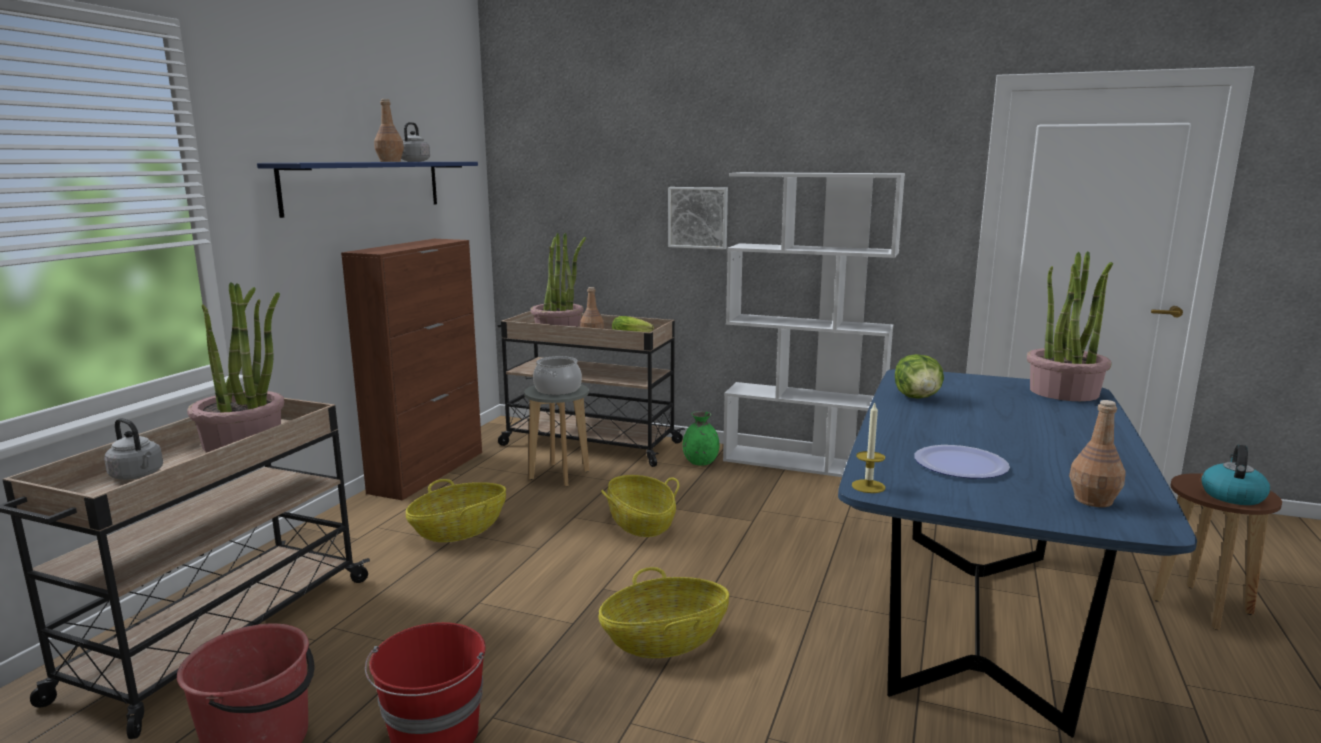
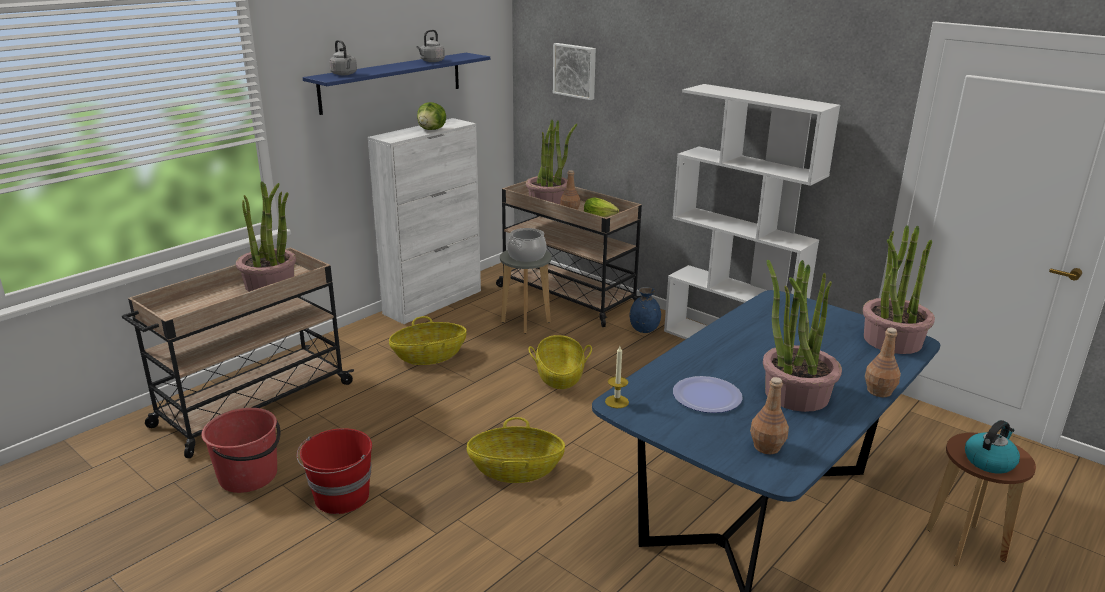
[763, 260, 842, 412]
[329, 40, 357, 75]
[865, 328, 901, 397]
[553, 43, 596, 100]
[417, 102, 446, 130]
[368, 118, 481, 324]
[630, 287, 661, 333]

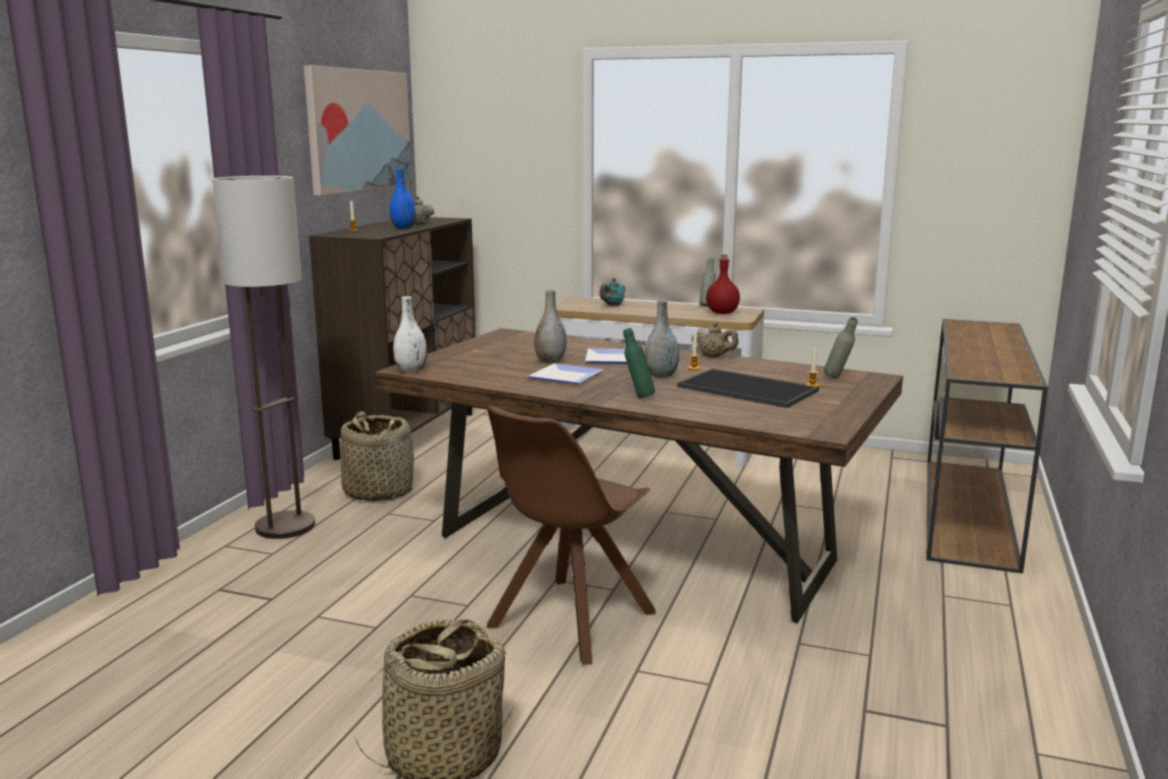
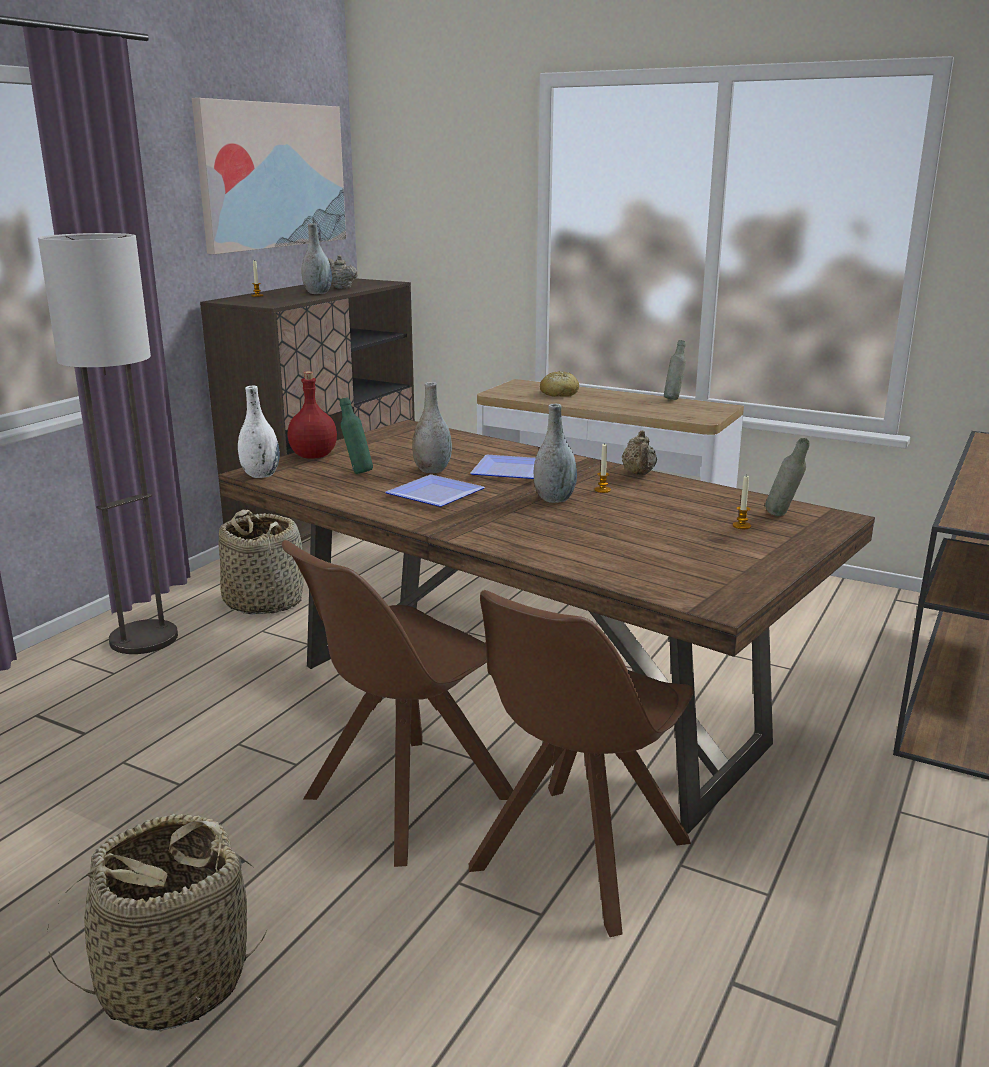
[677, 368, 819, 408] (first image)
[469, 590, 694, 937]
[340, 397, 373, 474]
[288, 371, 337, 459]
[540, 371, 579, 397]
[301, 223, 332, 294]
[621, 431, 657, 475]

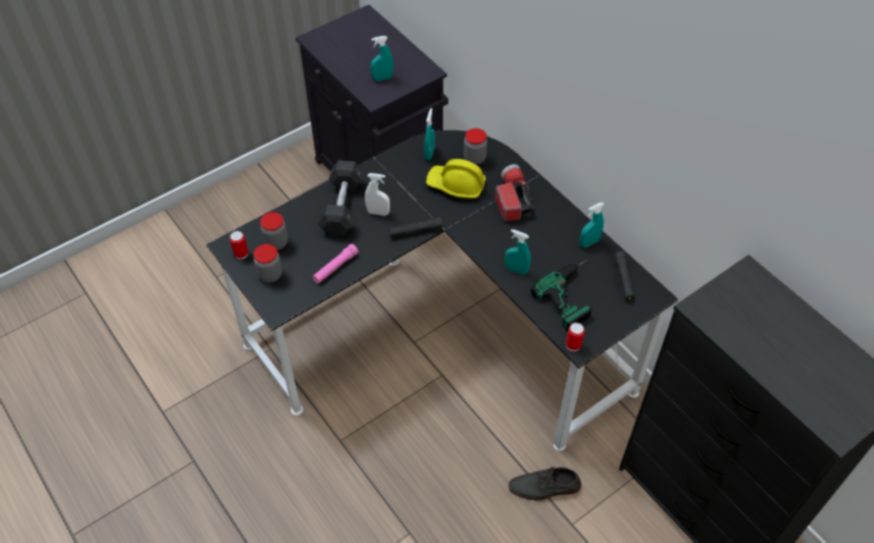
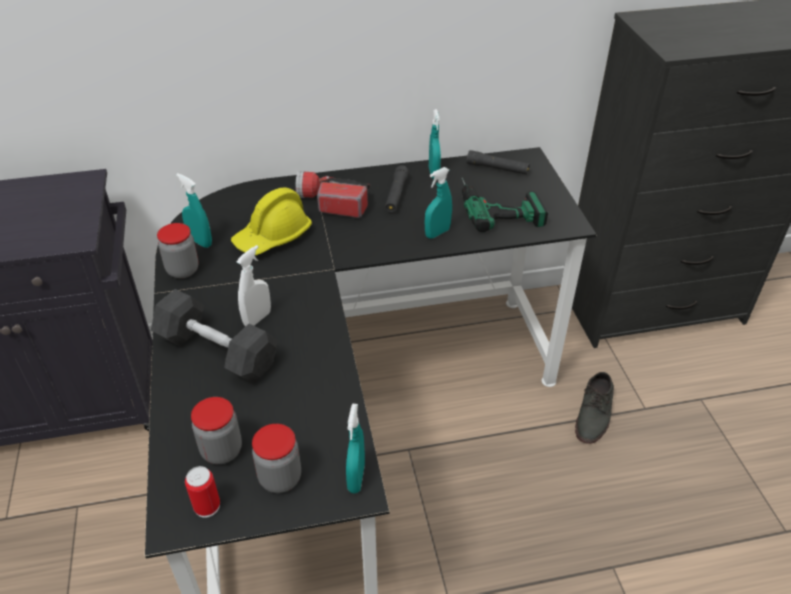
[312, 244, 359, 284] (first image)
[566, 323, 585, 351] (first image)
[346, 404, 365, 494]
[385, 166, 409, 213]
[157, 223, 199, 278]

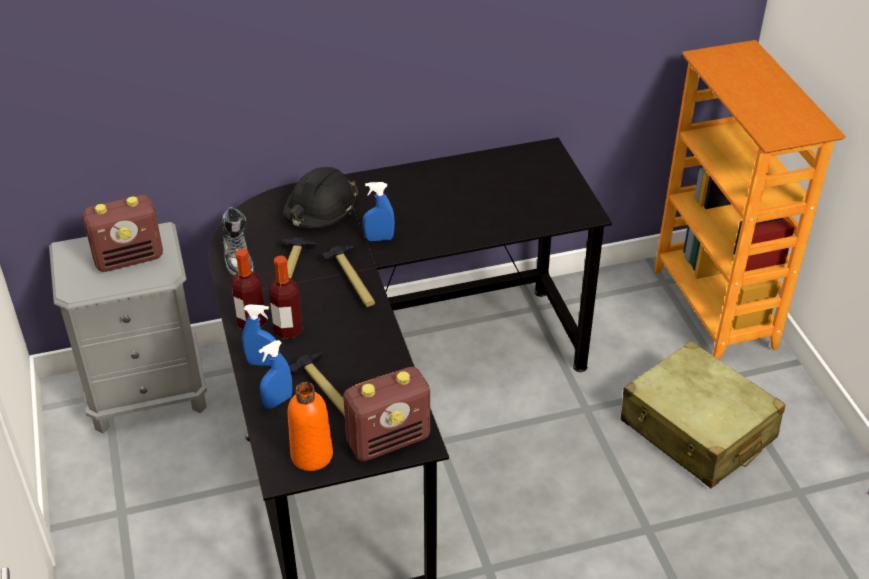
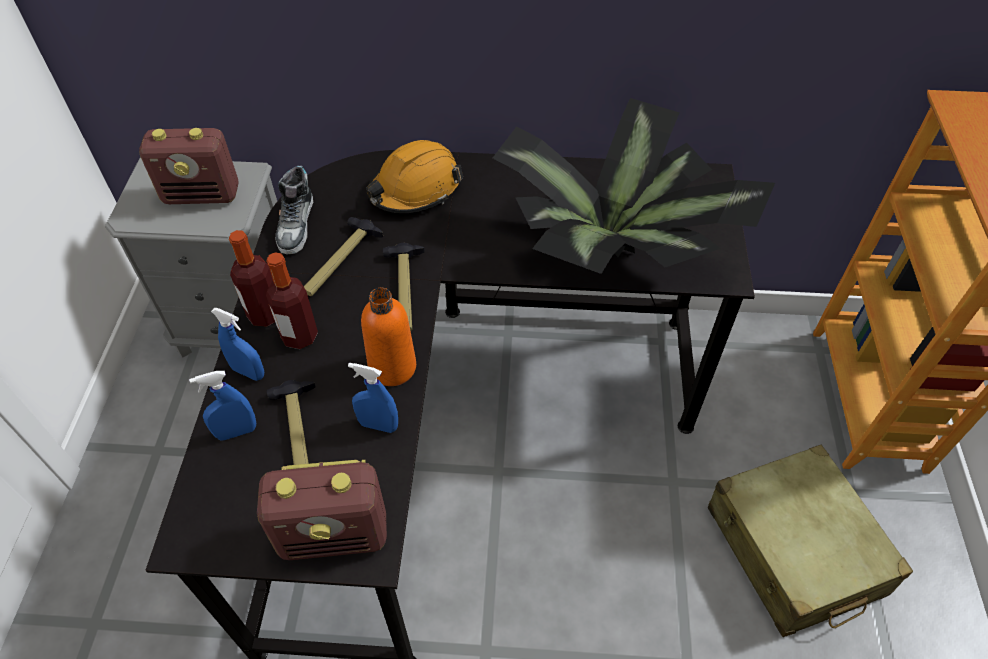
[493, 98, 775, 274]
[361, 288, 416, 386]
[348, 363, 398, 433]
[366, 140, 463, 213]

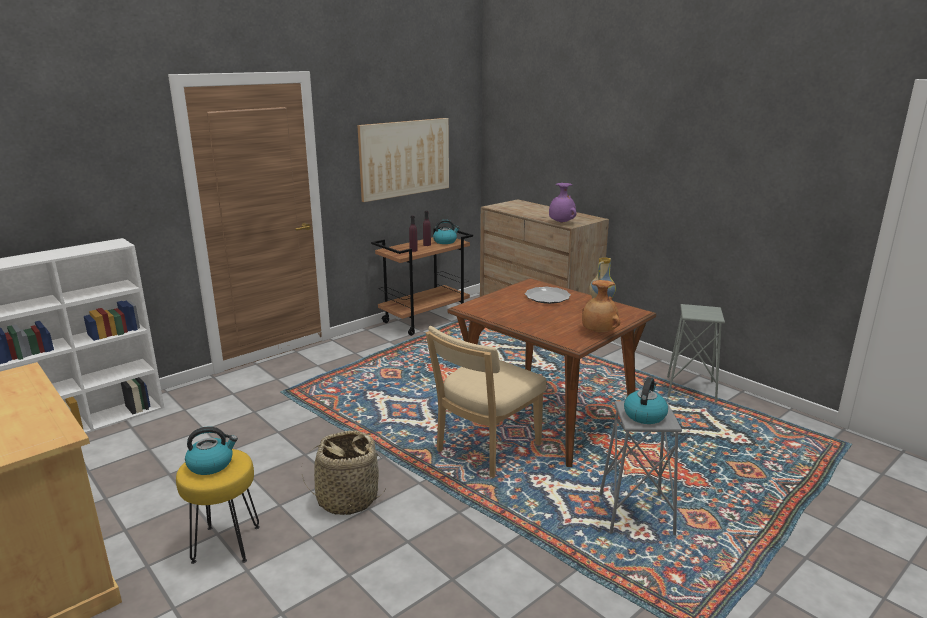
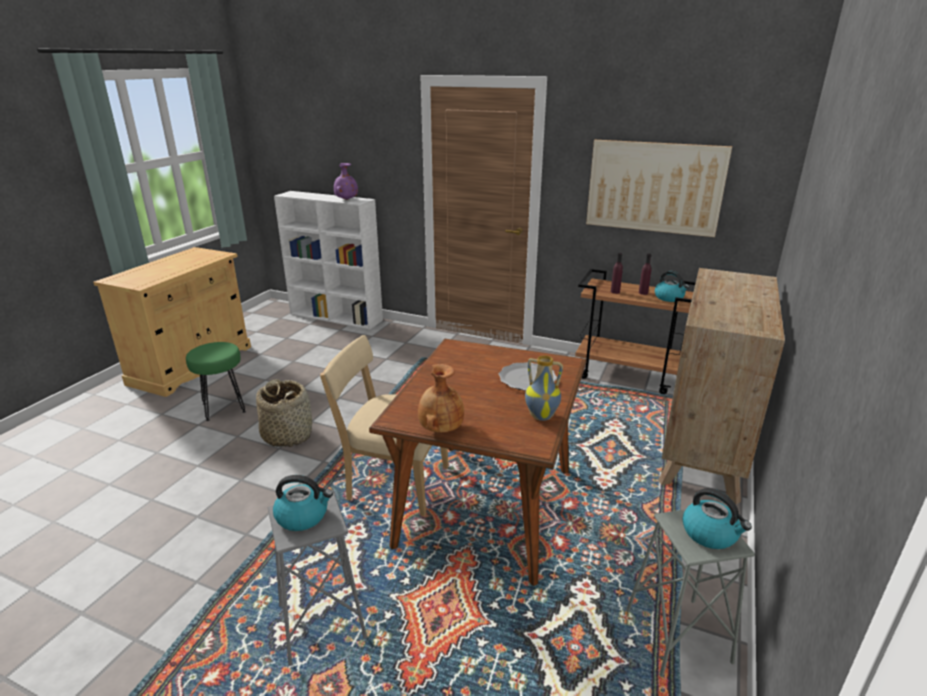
[683, 488, 752, 549]
[334, 163, 358, 200]
[186, 342, 246, 421]

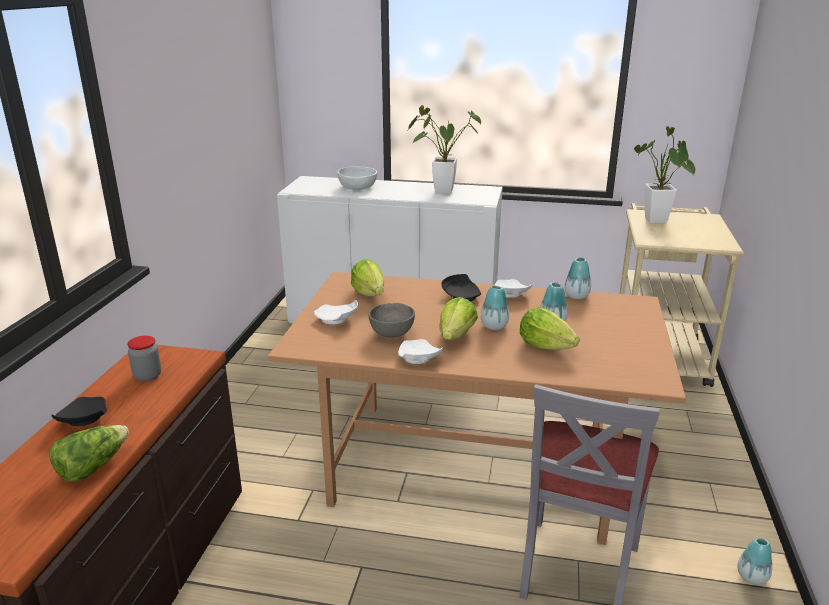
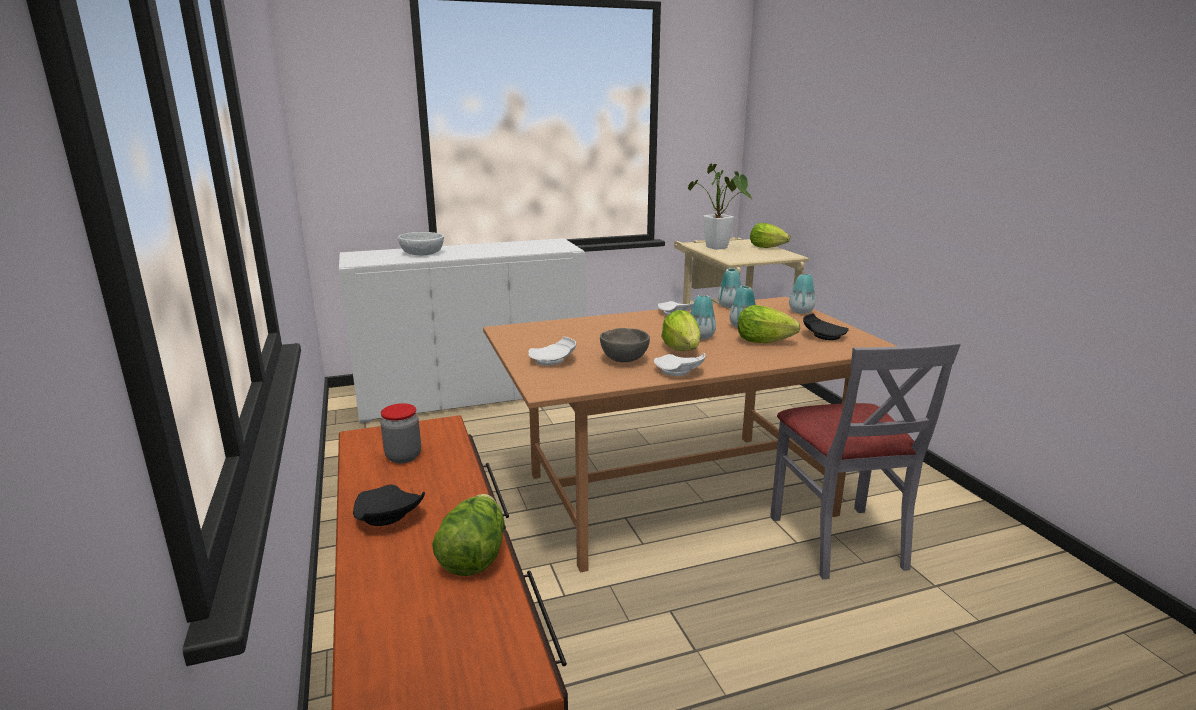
[408, 105, 481, 194] (first image)
[750, 223, 790, 248]
[803, 314, 849, 340]
[789, 274, 815, 314]

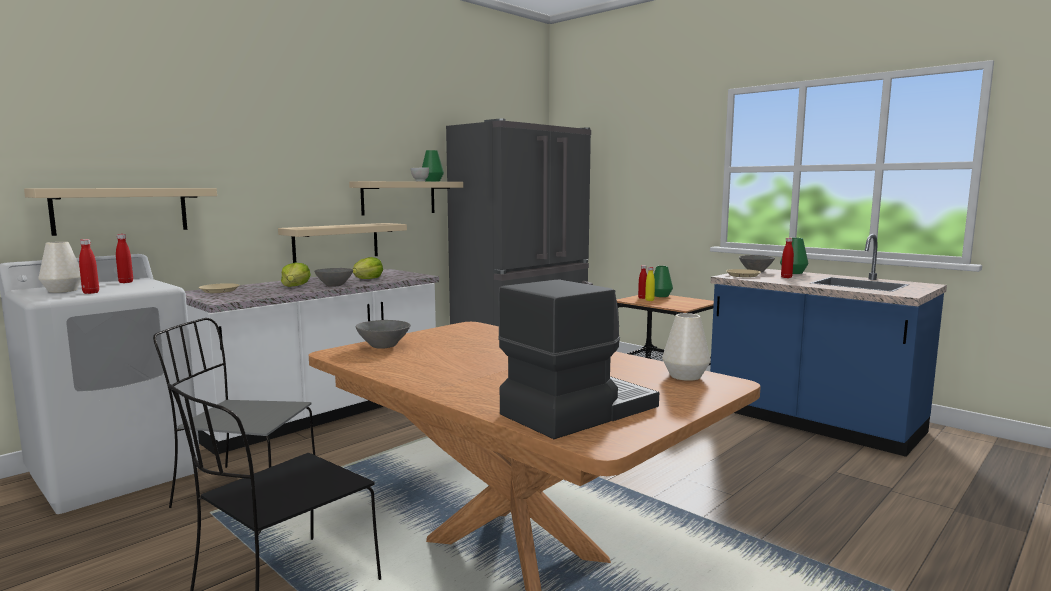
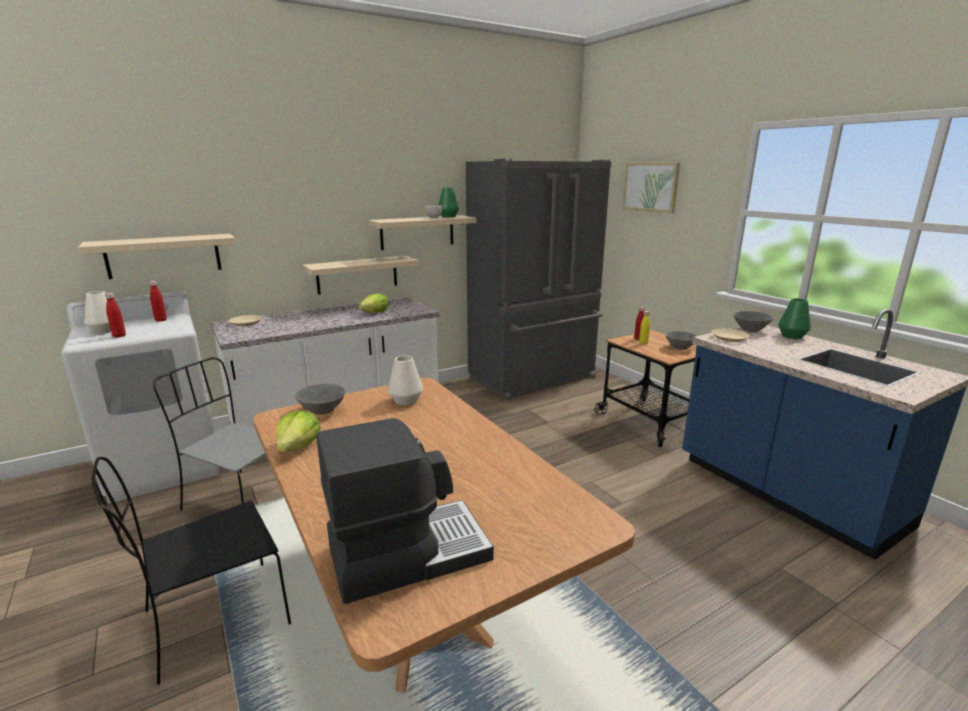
[654, 266, 673, 297] (first image)
[781, 238, 794, 278] (first image)
[622, 162, 680, 213]
[276, 411, 321, 452]
[665, 331, 697, 350]
[388, 356, 423, 406]

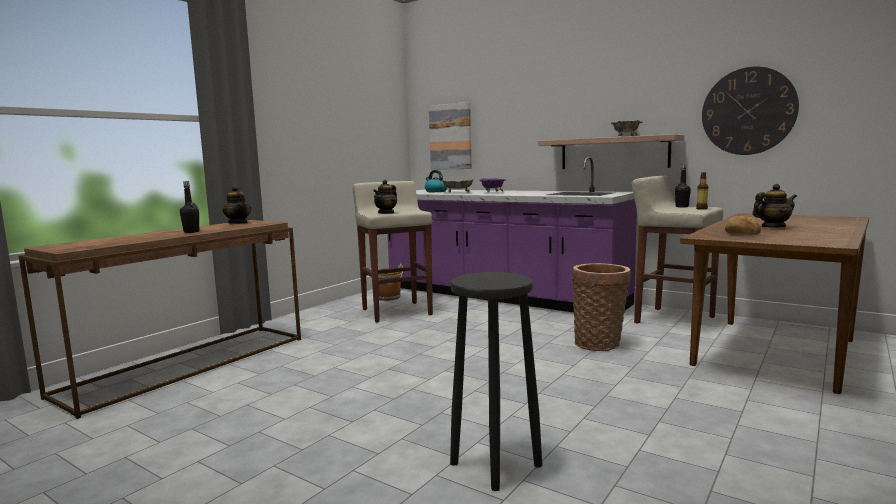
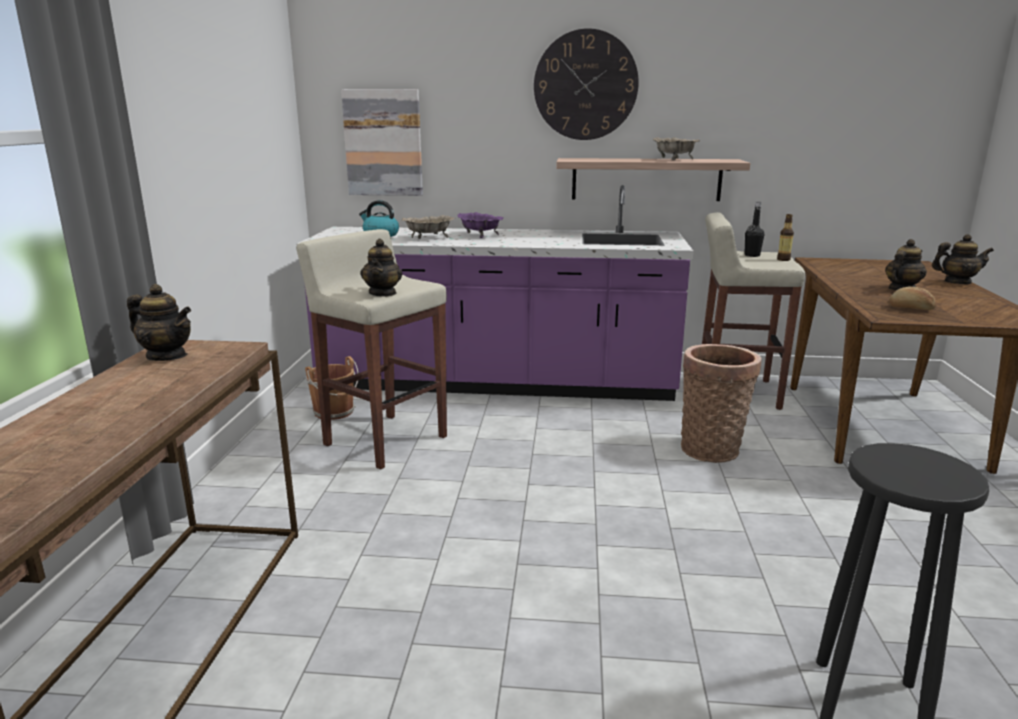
[180, 181, 199, 233] (first image)
[932, 234, 994, 284]
[534, 28, 639, 140]

